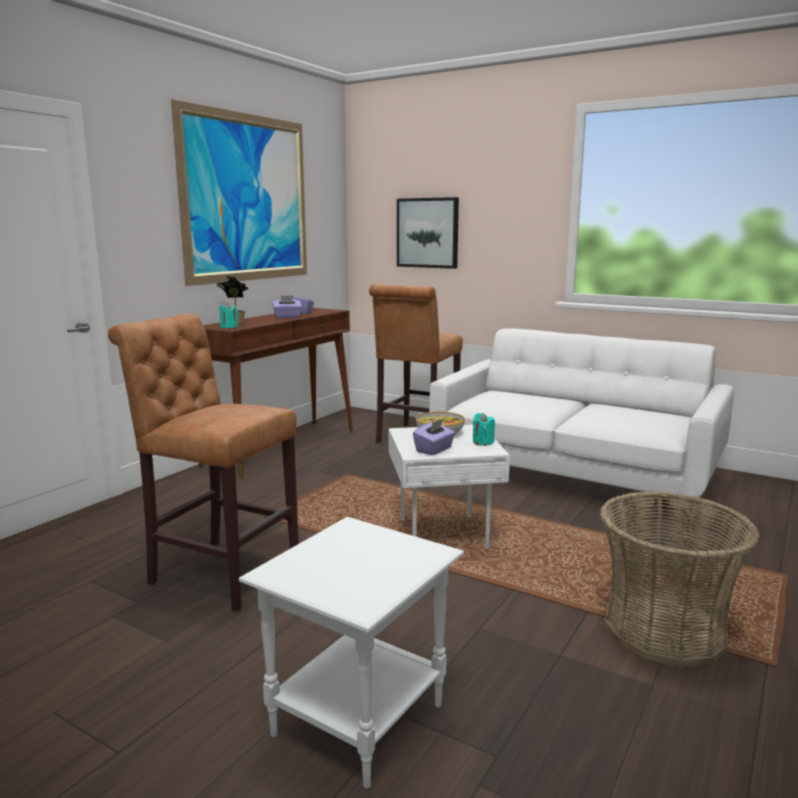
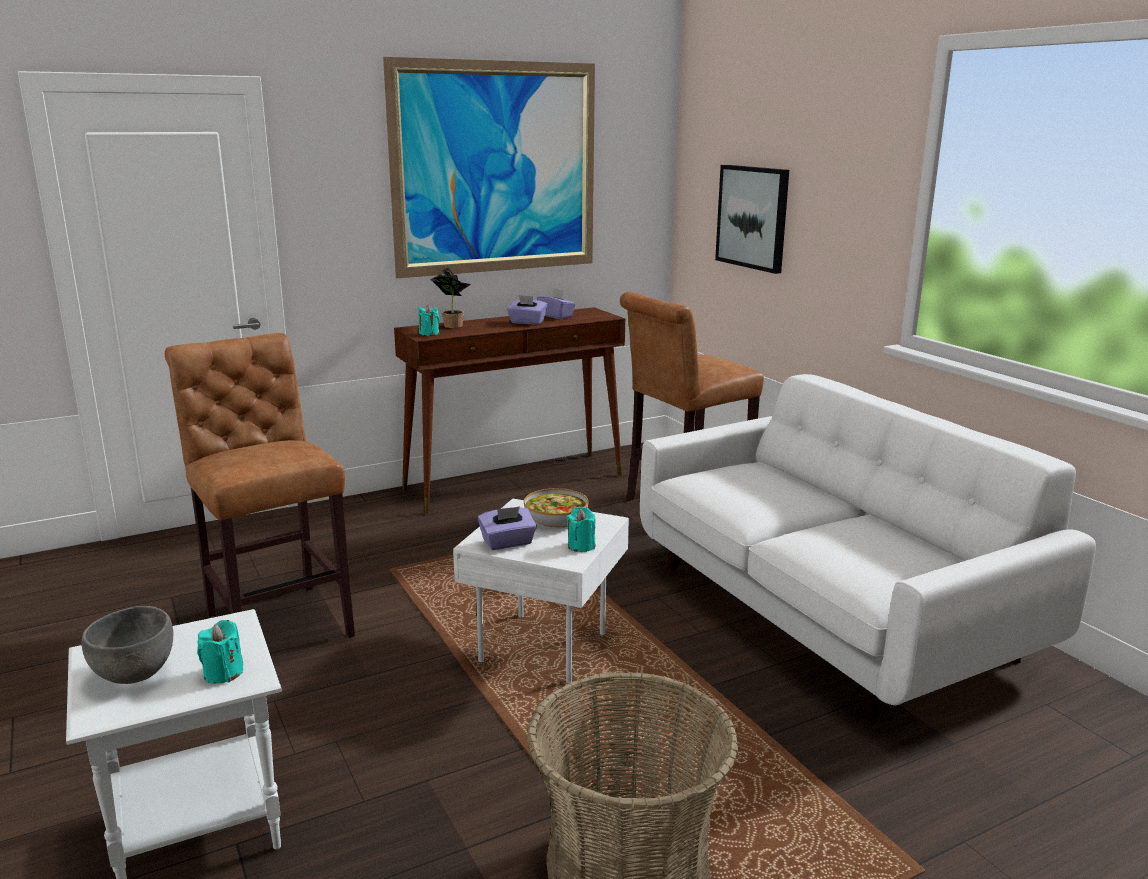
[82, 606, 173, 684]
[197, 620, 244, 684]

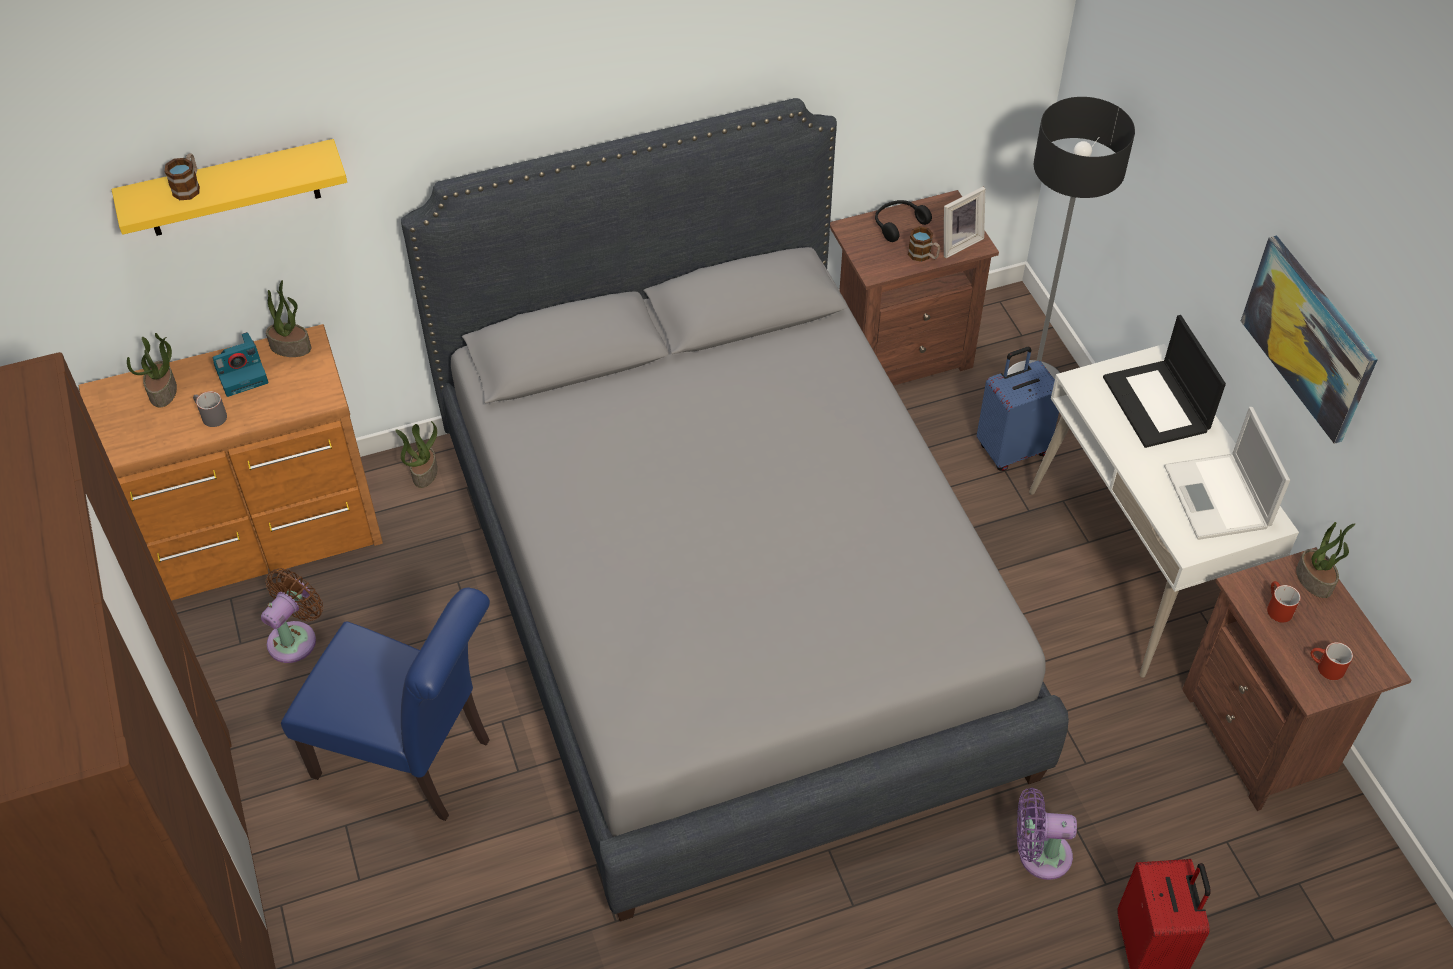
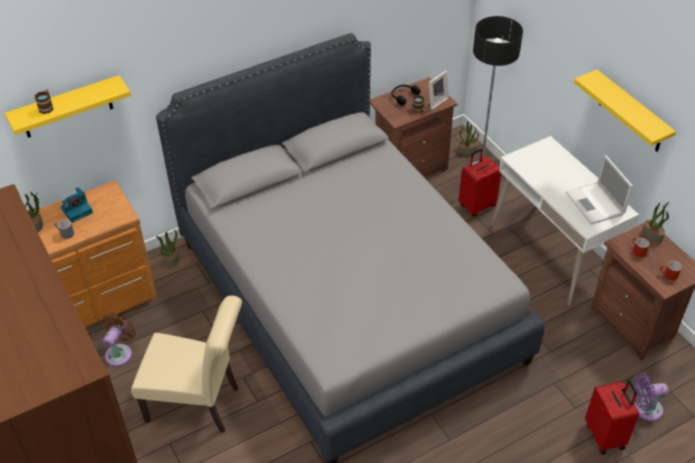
[1103, 315, 1226, 448] (first image)
[458, 121, 479, 155]
[633, 372, 669, 421]
[574, 70, 676, 152]
[131, 296, 242, 433]
[459, 149, 501, 217]

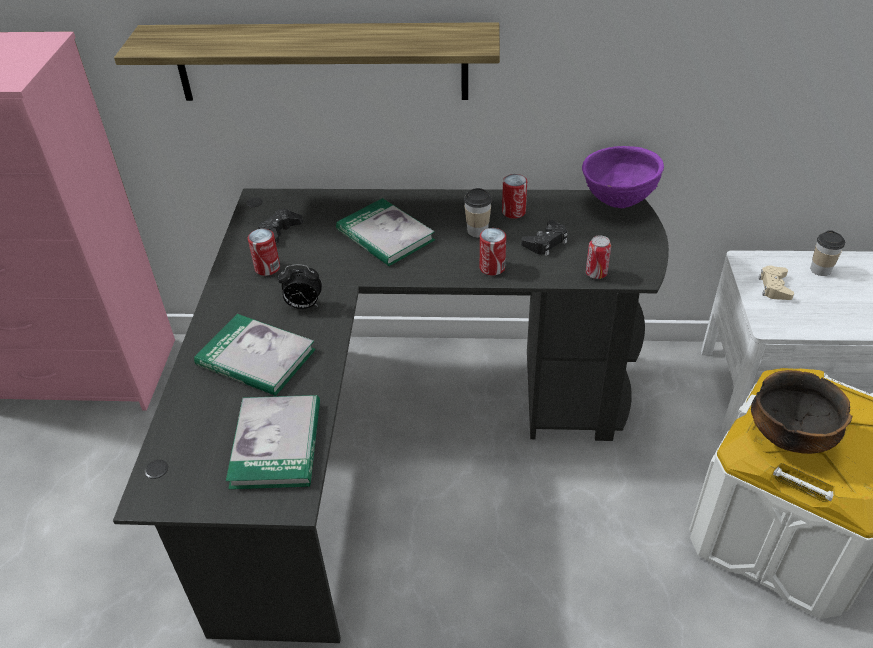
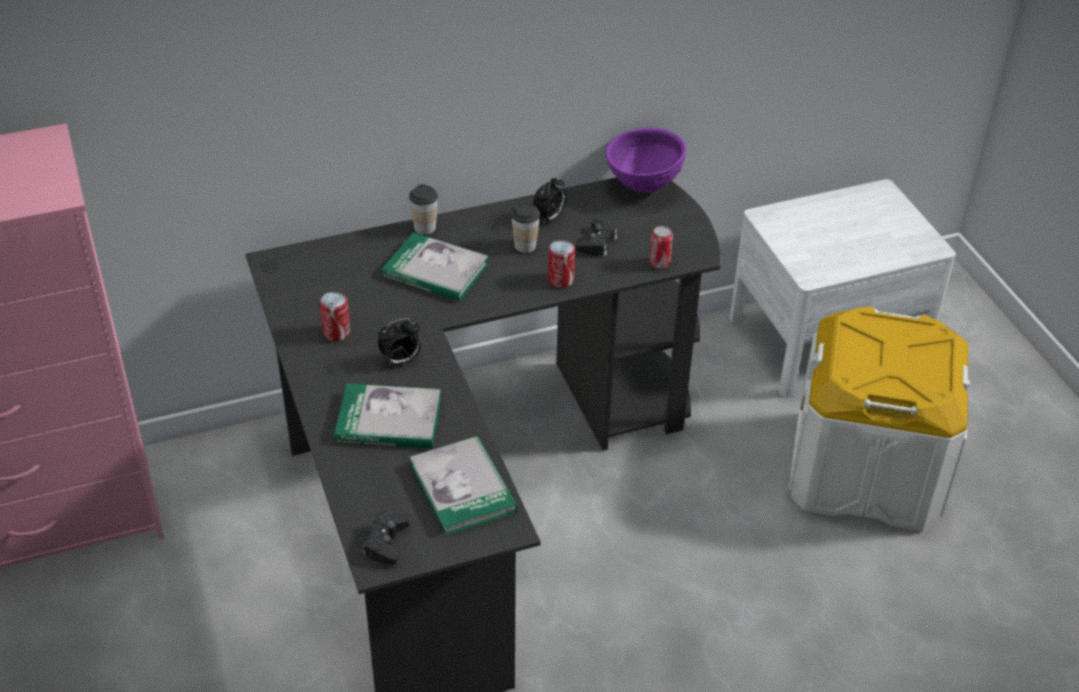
[114, 22, 500, 101] (first image)
[751, 370, 852, 454] (first image)
[759, 266, 794, 300] (first image)
[364, 511, 410, 565]
[409, 184, 438, 235]
[532, 175, 567, 225]

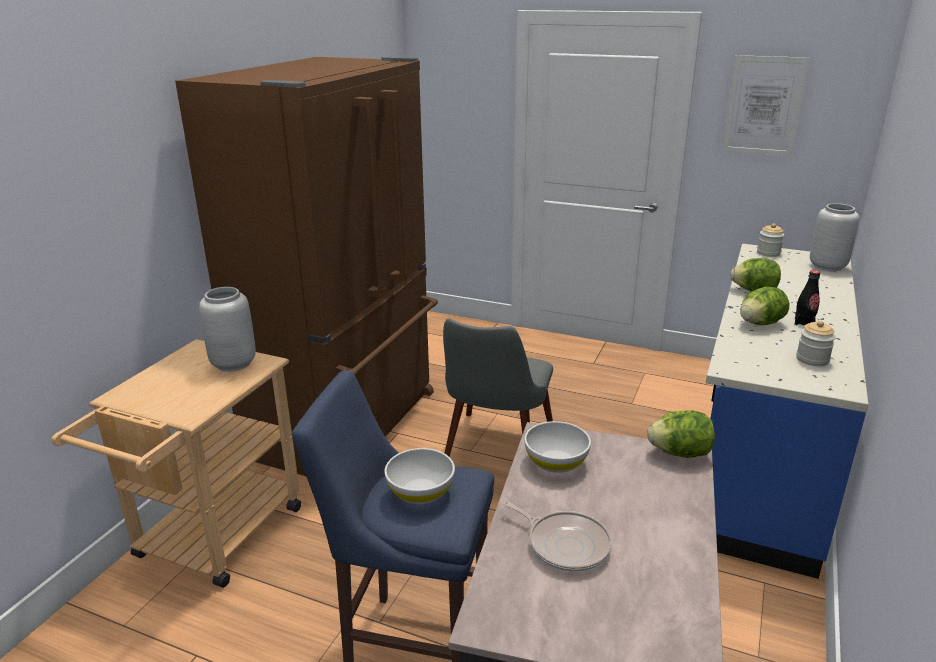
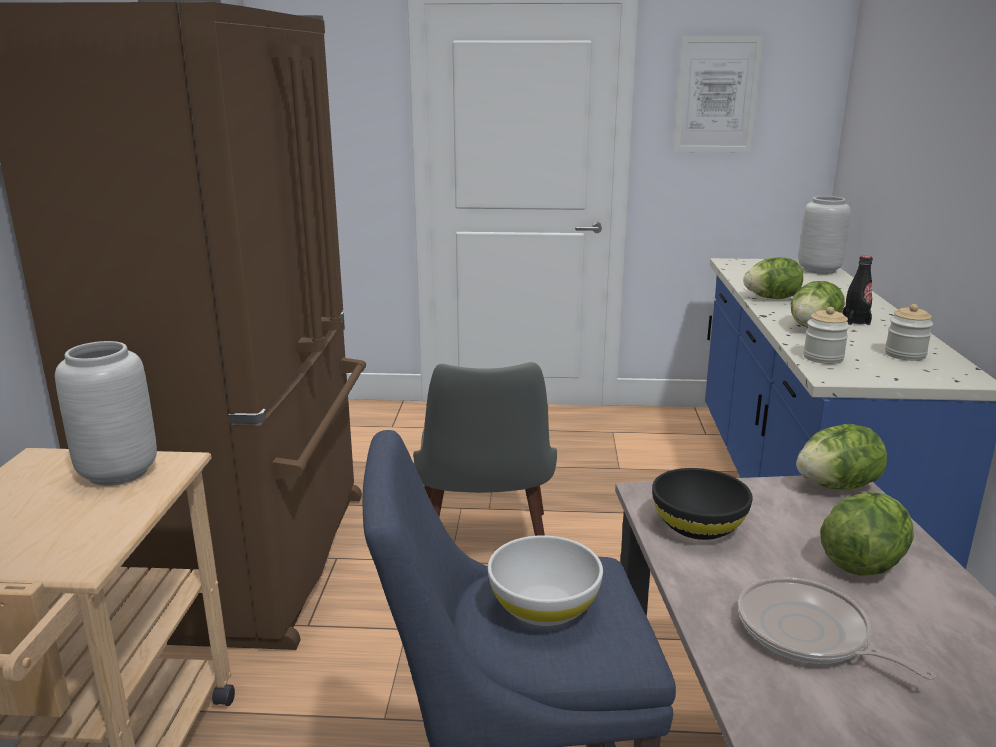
[820, 492, 913, 576]
[803, 307, 850, 364]
[652, 468, 753, 540]
[738, 577, 936, 680]

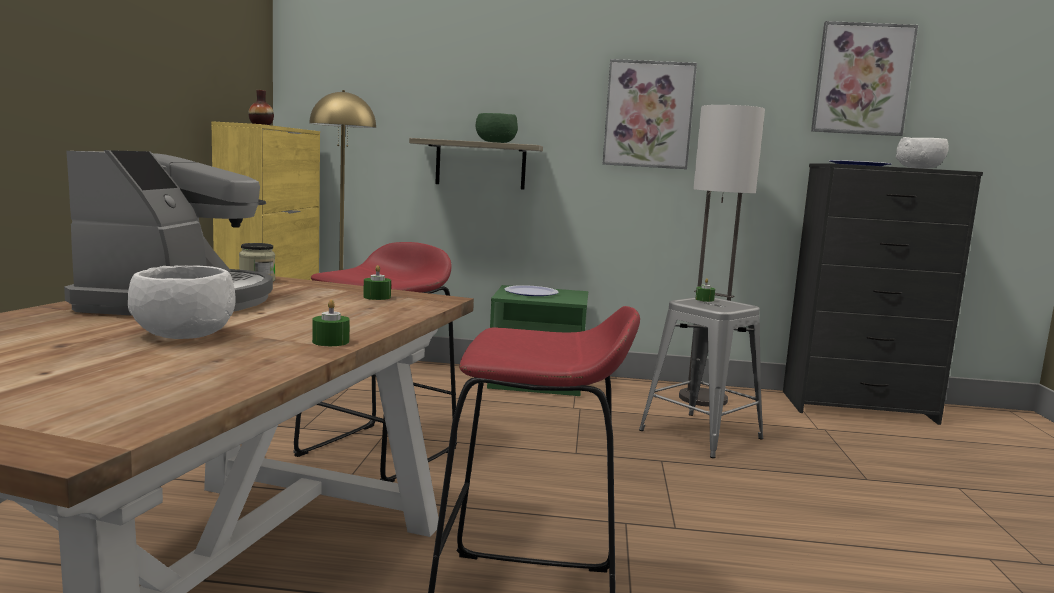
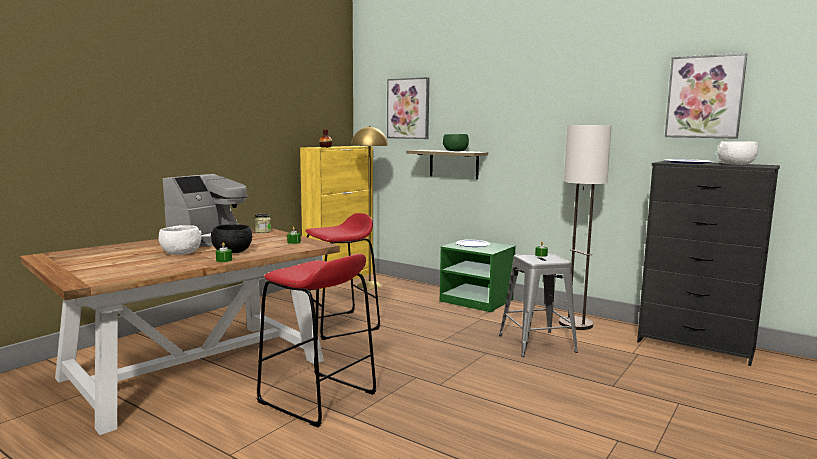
[211, 224, 252, 253]
[387, 77, 429, 139]

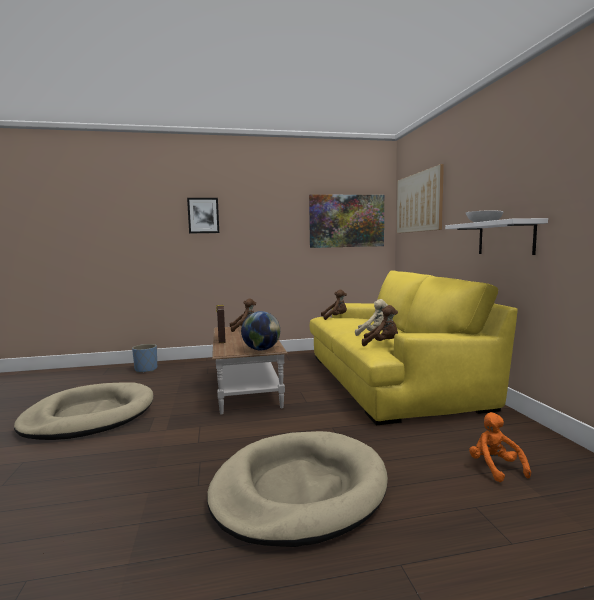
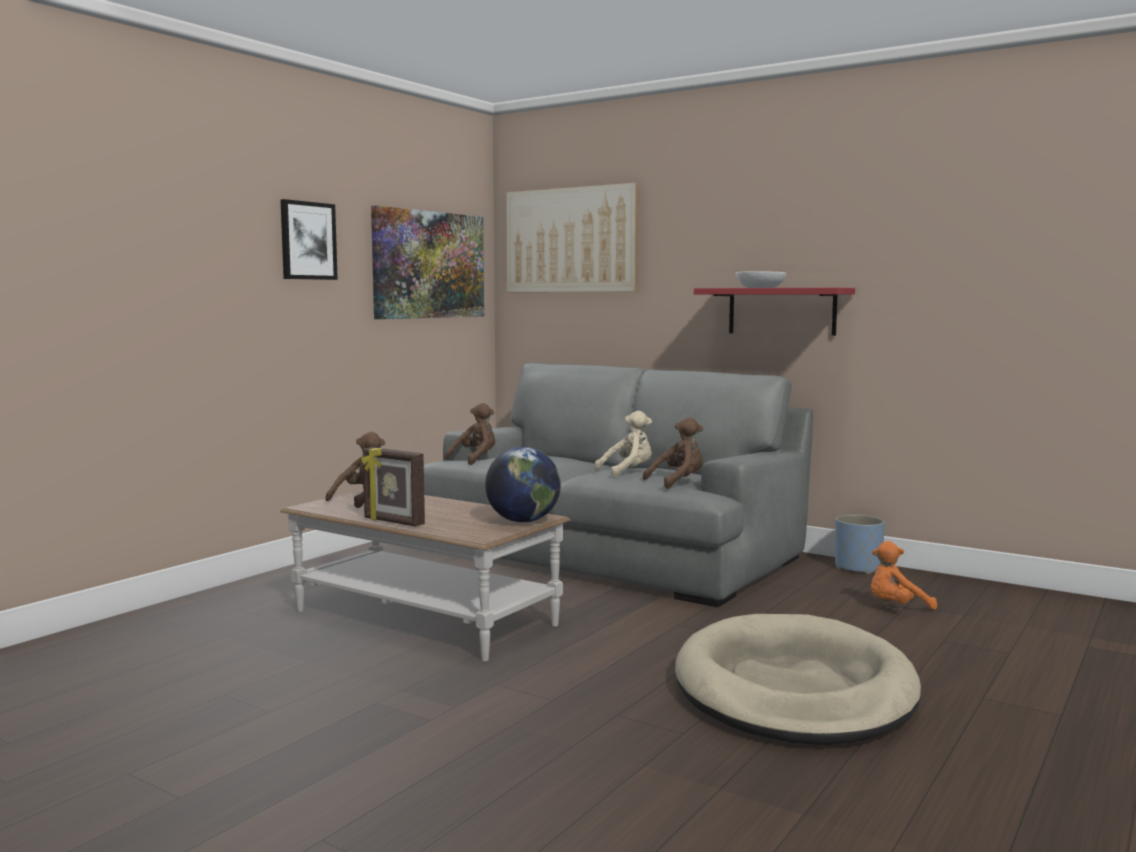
[14, 382, 153, 440] (first image)
[835, 514, 885, 574]
[280, 199, 338, 280]
[424, 363, 813, 607]
[694, 288, 855, 336]
[871, 541, 937, 610]

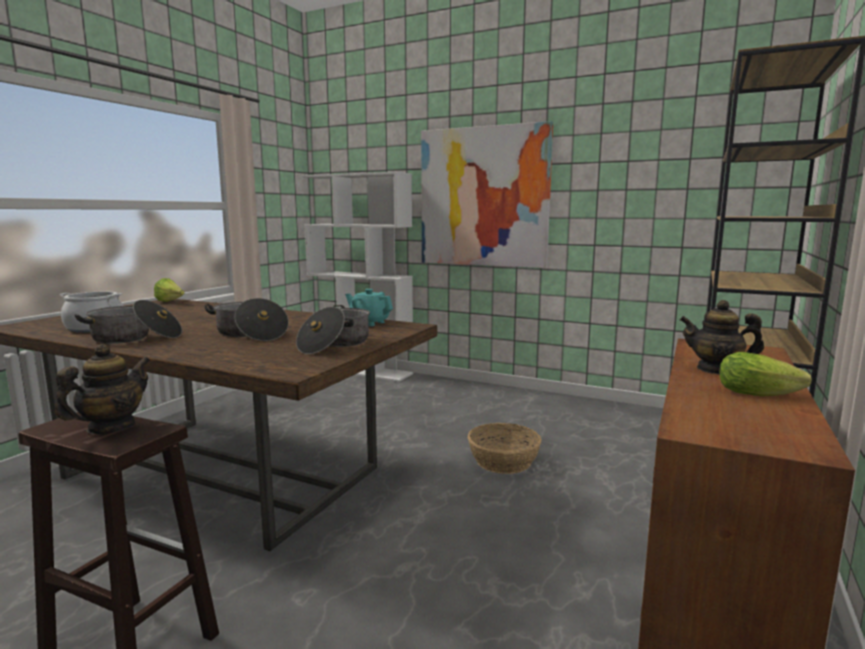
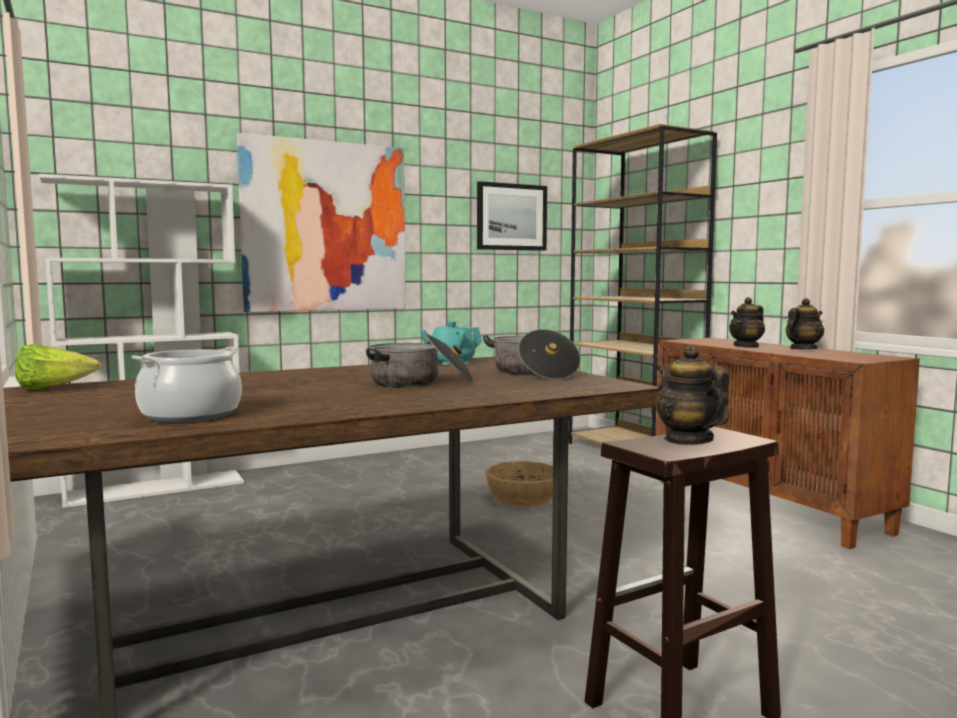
[75, 300, 182, 344] (first image)
[477, 181, 547, 251]
[786, 298, 824, 349]

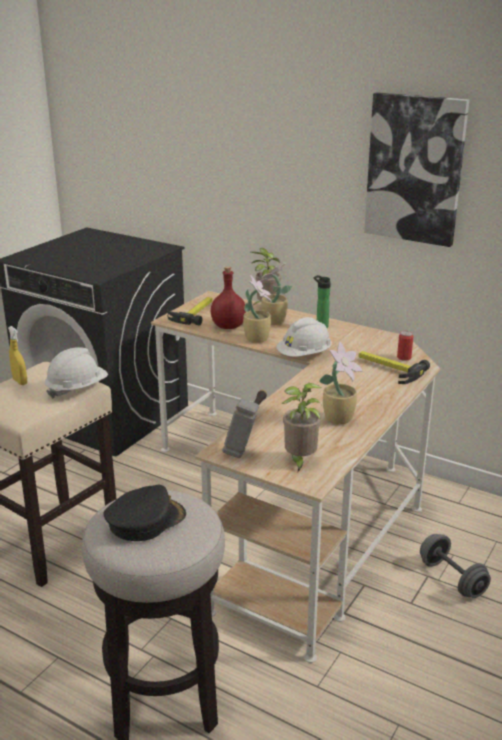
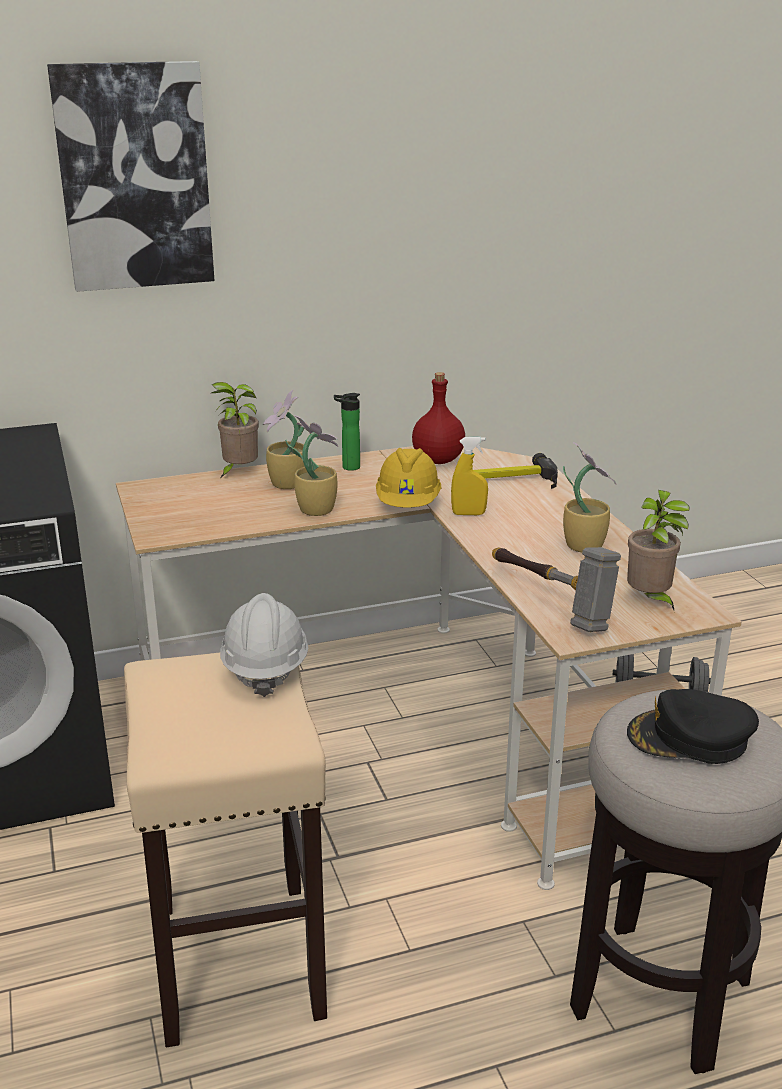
[167, 297, 212, 326] (first image)
[397, 331, 413, 361] (first image)
[451, 437, 488, 515]
[412, 372, 465, 464]
[47, 61, 215, 292]
[376, 448, 442, 508]
[627, 689, 759, 764]

